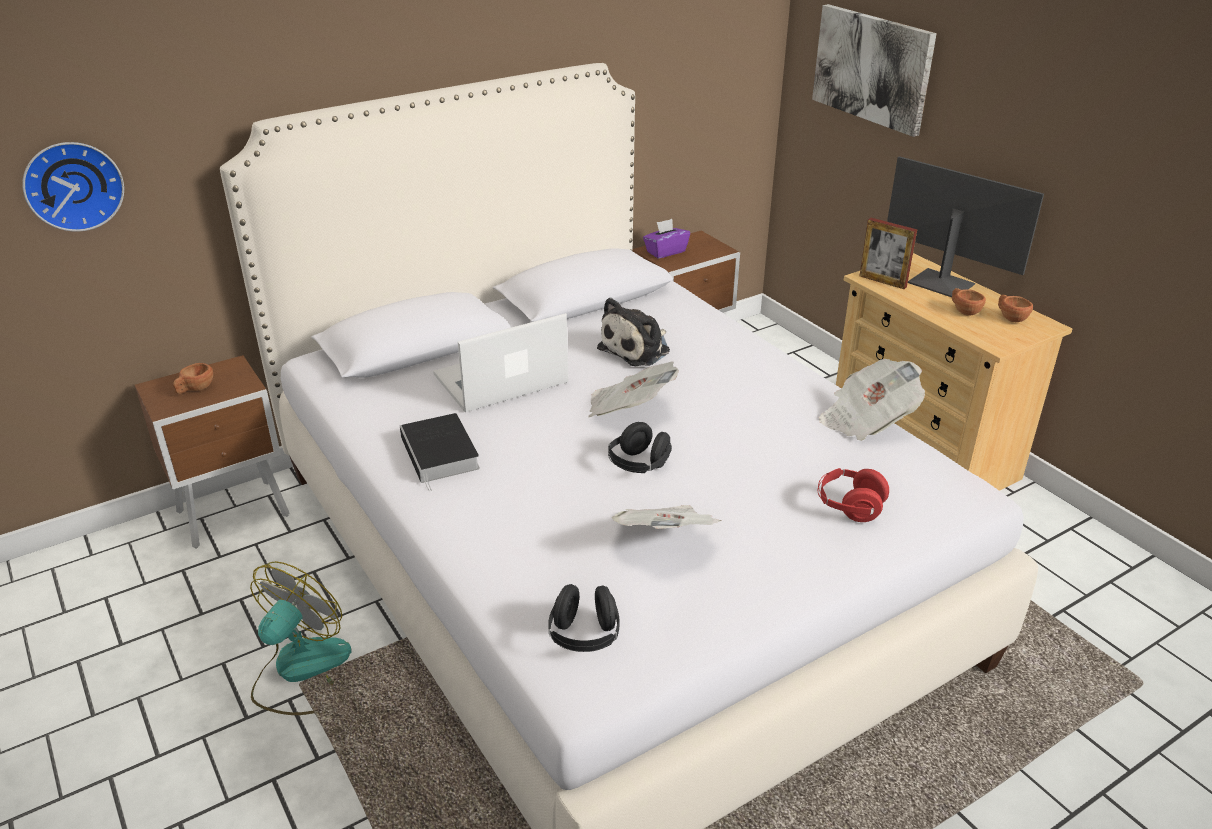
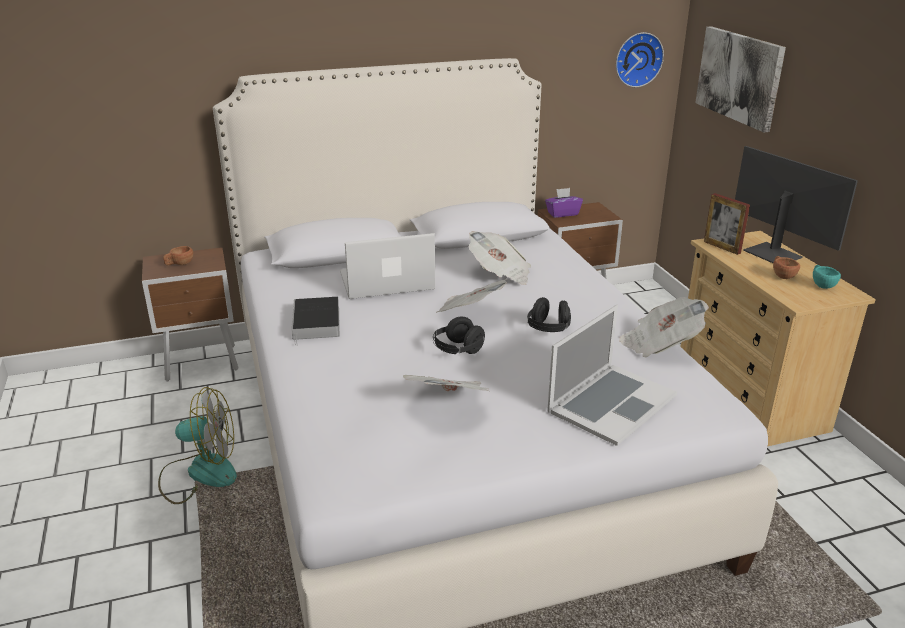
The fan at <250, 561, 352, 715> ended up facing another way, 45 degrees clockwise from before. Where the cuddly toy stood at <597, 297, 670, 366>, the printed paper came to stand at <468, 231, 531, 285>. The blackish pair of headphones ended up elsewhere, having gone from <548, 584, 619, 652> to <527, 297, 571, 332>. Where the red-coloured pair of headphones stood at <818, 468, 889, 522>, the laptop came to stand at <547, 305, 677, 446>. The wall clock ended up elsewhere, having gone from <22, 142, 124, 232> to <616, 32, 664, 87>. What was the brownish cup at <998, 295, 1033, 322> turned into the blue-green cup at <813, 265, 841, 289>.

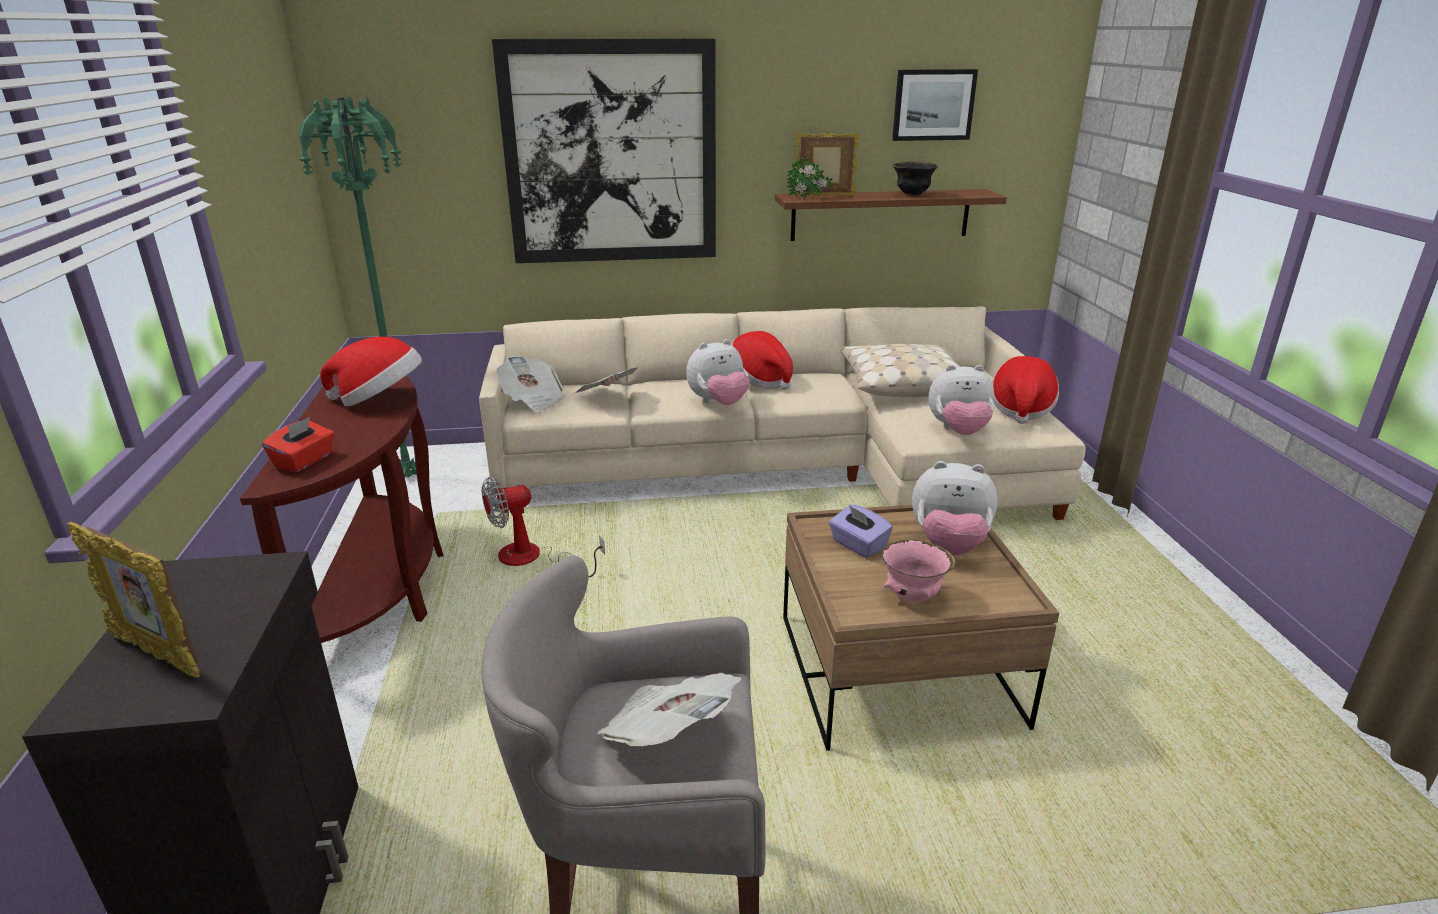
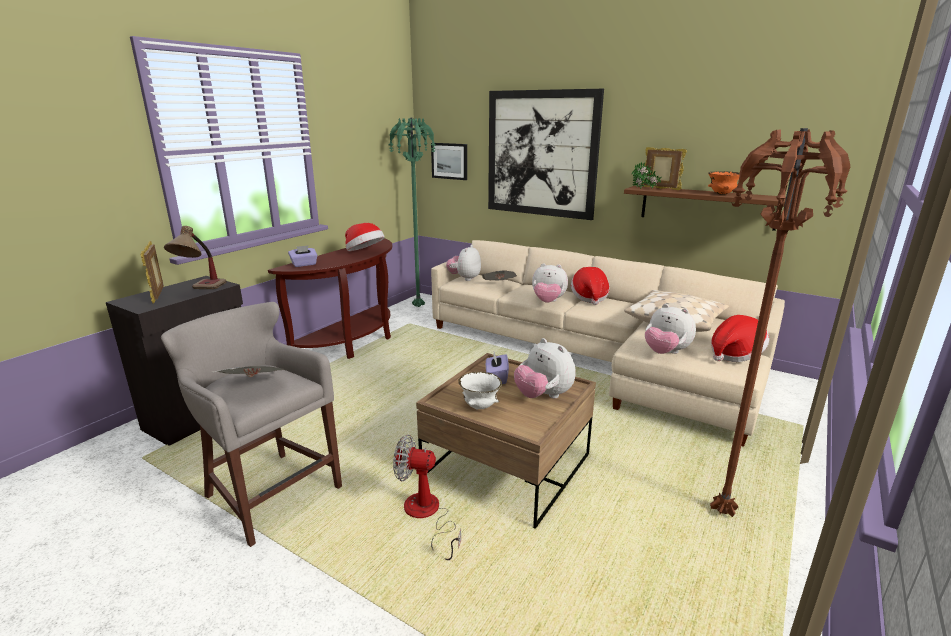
The second view gained the tabletop lamp at <164, 226, 226, 289>. What was the red-coloured tissue holder at <262, 417, 334, 472> turned into the purplish tissue holder at <288, 246, 318, 267>. The fan ended up elsewhere, having gone from <482, 477, 605, 577> to <393, 435, 461, 560>. The wall art ended up elsewhere, having gone from <892, 69, 978, 141> to <431, 143, 467, 180>. Where the printed paper stood at <496, 355, 565, 412>, the cuddly toy came to stand at <446, 245, 481, 281>. What was the pinkish bowl at <881, 539, 955, 603> turned into the white-coloured bowl at <458, 372, 502, 410>. What was the blackish bowl at <892, 162, 938, 196> turned into the orangey bowl at <708, 171, 740, 195>. The second view gained the brownish floor lamp at <710, 128, 851, 517>.

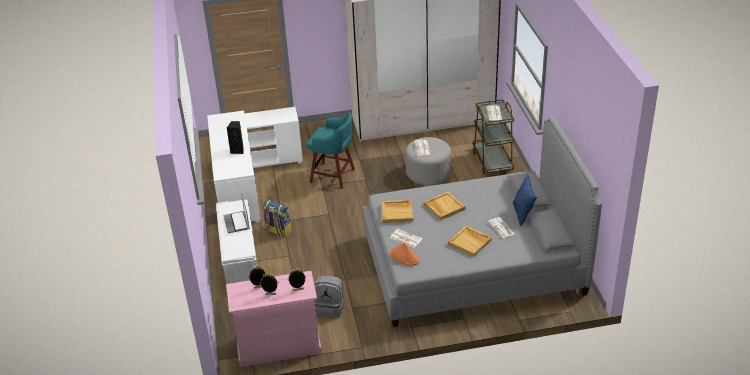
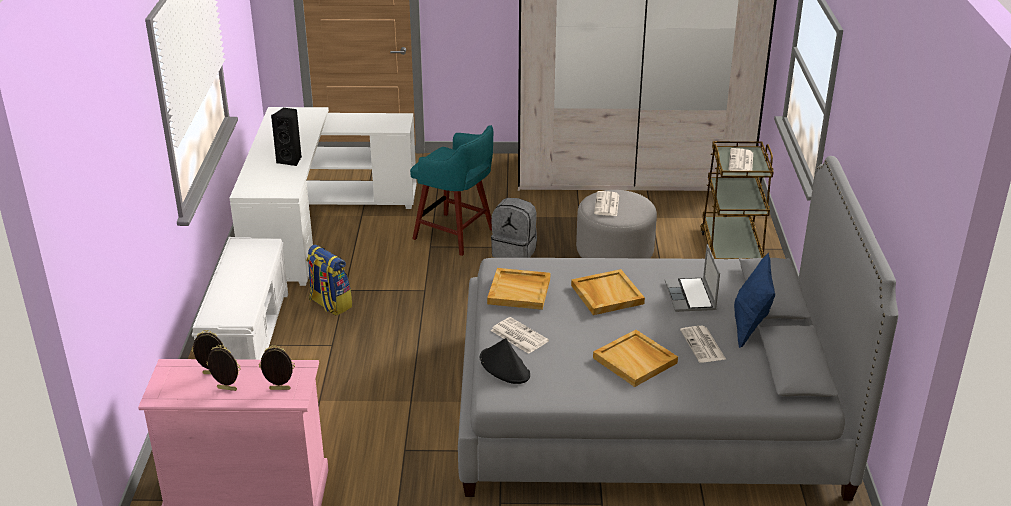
What was the orangey wearable hat at <390, 243, 420, 266> turned into the blackish wearable hat at <480, 338, 530, 384>. The gray backpack ended up elsewhere, having gone from <315, 275, 344, 318> to <491, 198, 537, 258>. The laptop ended up elsewhere, having gone from <223, 194, 250, 233> to <665, 244, 720, 312>.

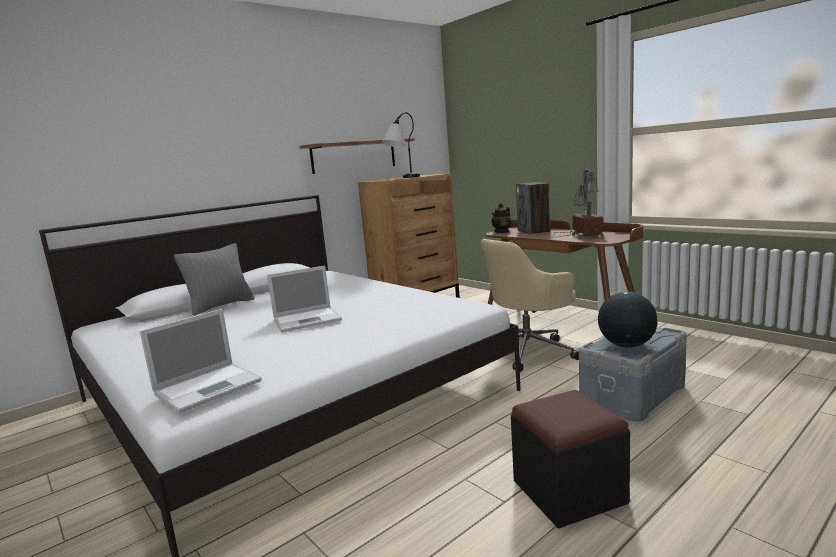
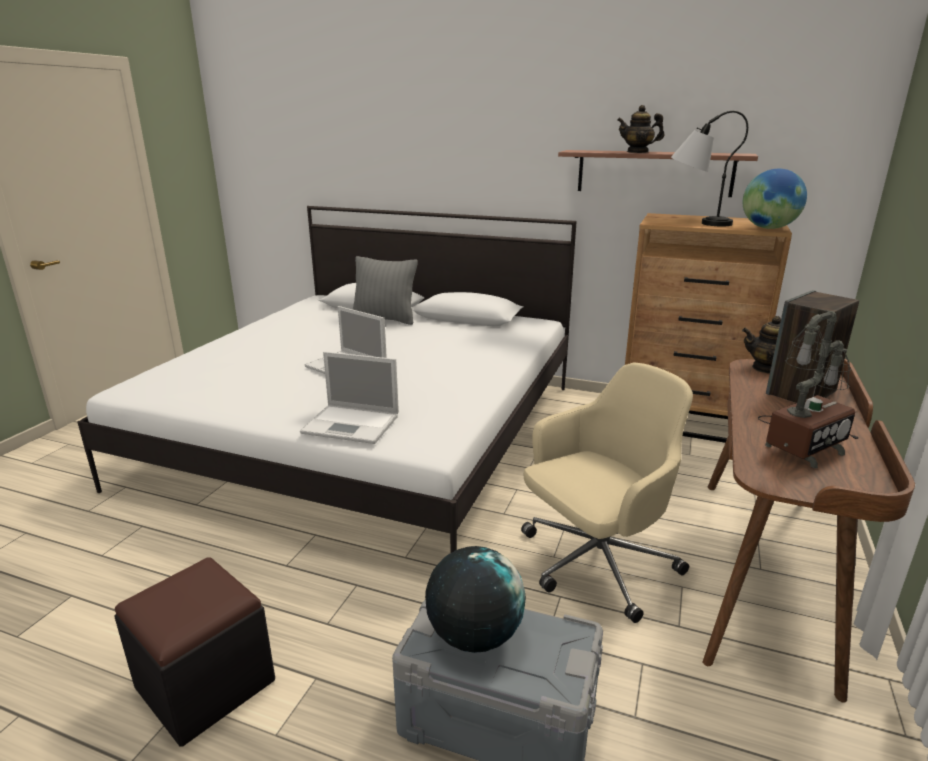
The laptop ended up elsewhere, having gone from <140, 309, 262, 413> to <300, 352, 399, 444>. The sand-coloured computer chair at <481, 239, 579, 372> ended up facing another way, 120 degrees clockwise from before. The second view gained the teapot at <617, 105, 664, 153>. The second view gained the world globe at <743, 169, 807, 229>.

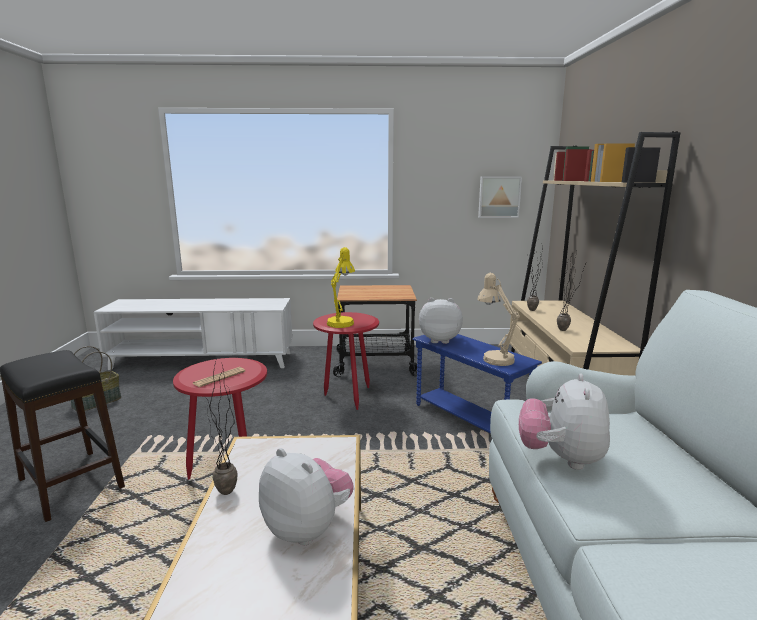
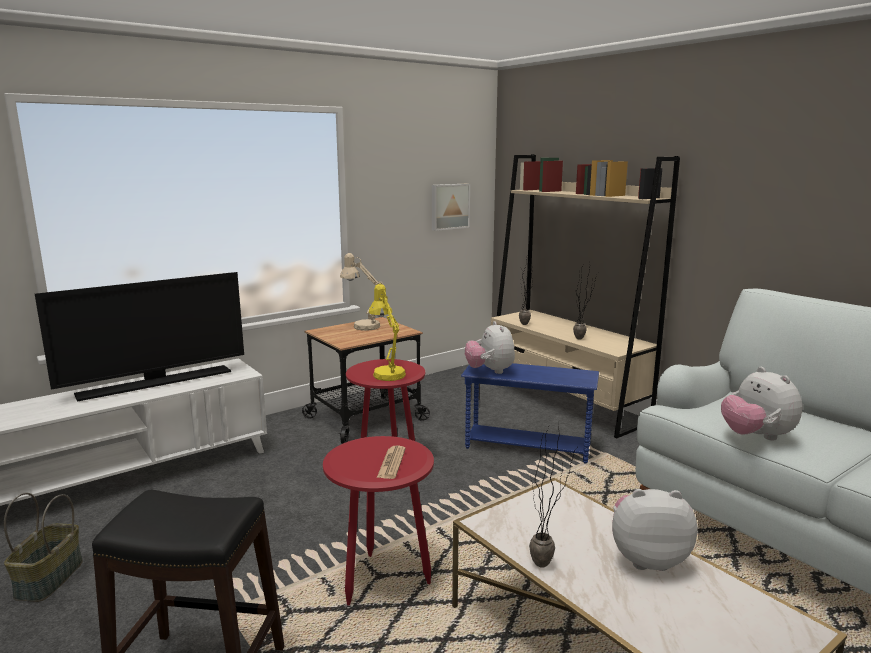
The second view gained the television at <35, 272, 244, 402>. The sand-coloured tabletop lamp ended up elsewhere, having gone from <477, 273, 520, 366> to <340, 253, 383, 331>. The cuddly toy at <419, 298, 463, 344> ended up facing another way, 75 degrees counterclockwise from before.

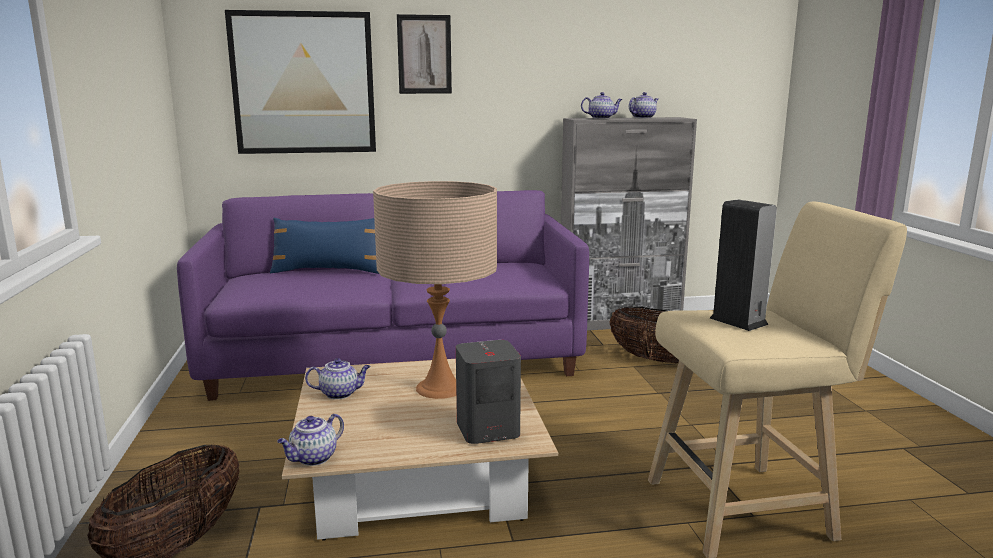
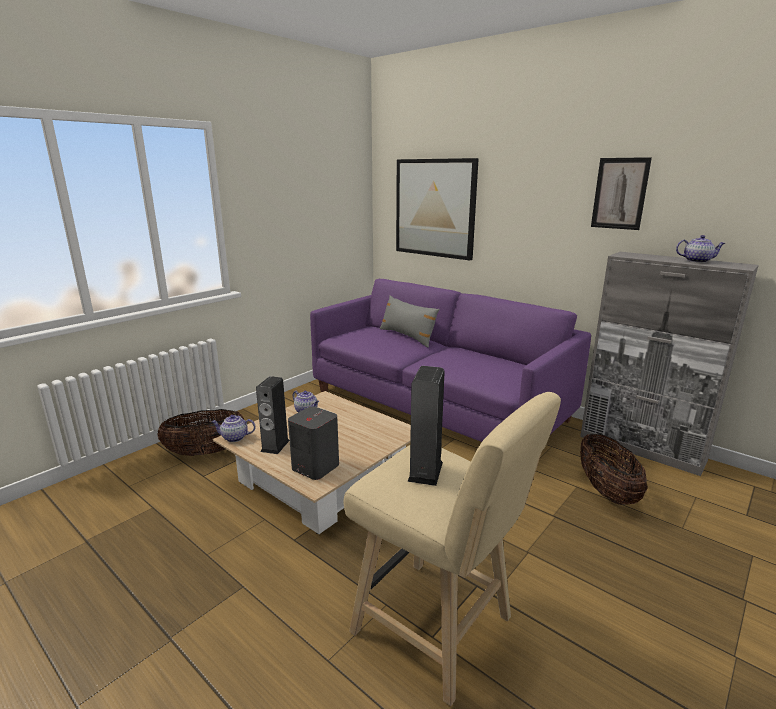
The second view gained the audio speaker at <256, 376, 290, 454>. What was the blue pillow at <270, 218, 379, 274> turned into the gray pillow at <380, 295, 439, 348>. The wall art ended up elsewhere, having gone from <397, 14, 452, 94> to <591, 157, 652, 230>. The second view lost the sand-coloured tabletop lamp at <373, 181, 497, 399>. The second view lost the teapot at <581, 92, 623, 119>.

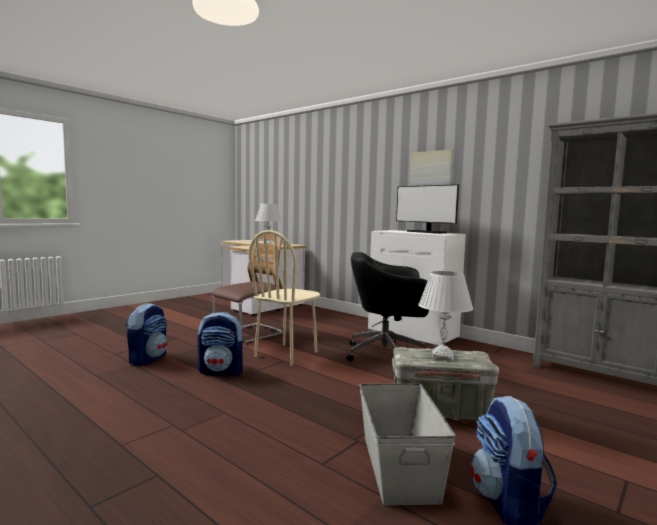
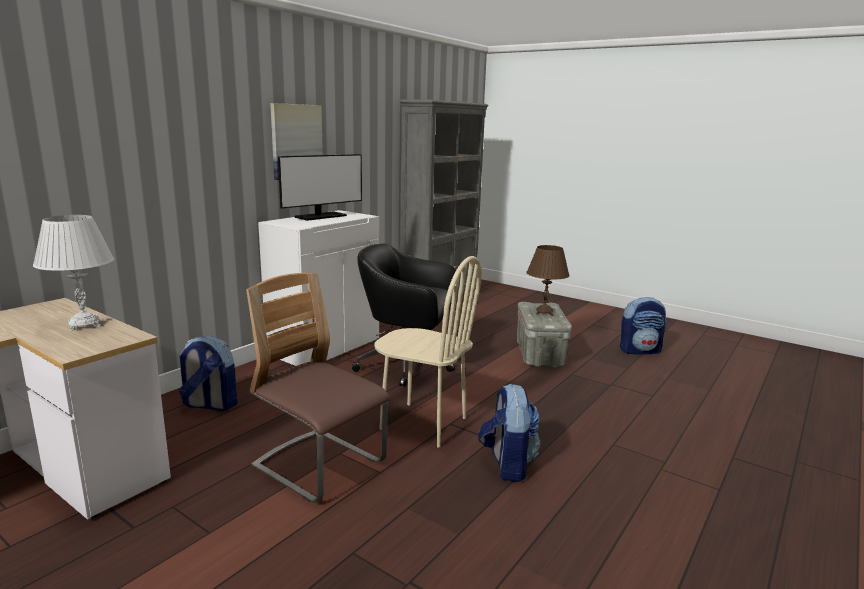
The backpack ended up elsewhere, having gone from <126, 303, 168, 366> to <179, 336, 238, 411>. The blackish computer chair at <346, 252, 429, 361> ended up facing another way, 105 degrees clockwise from before. What was the white-coloured tabletop lamp at <418, 271, 473, 360> turned into the brownish tabletop lamp at <527, 245, 570, 316>. The second view lost the gray storage container at <359, 384, 456, 506>.

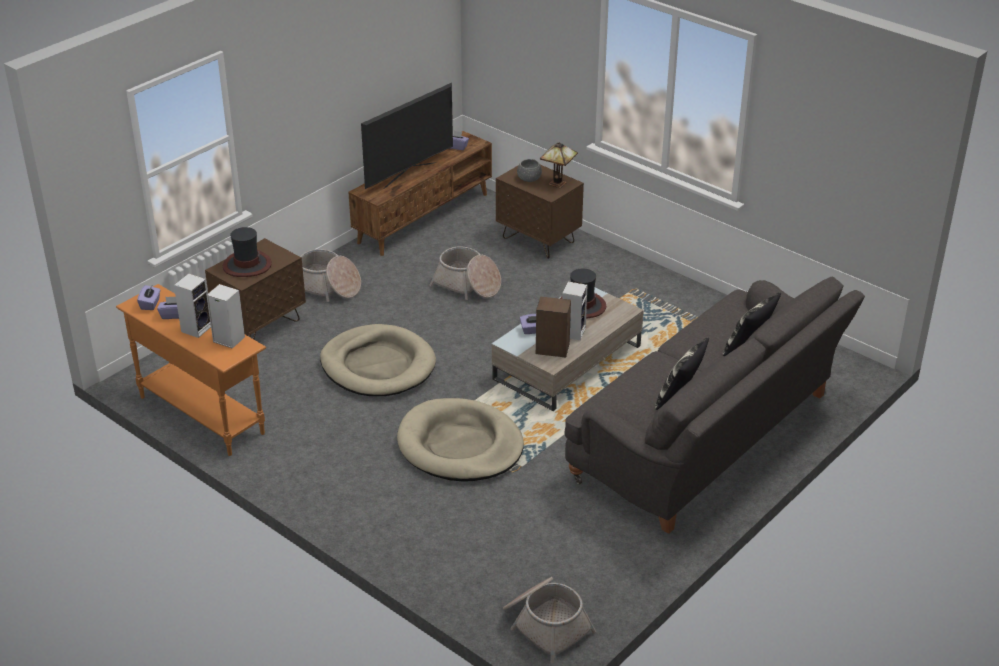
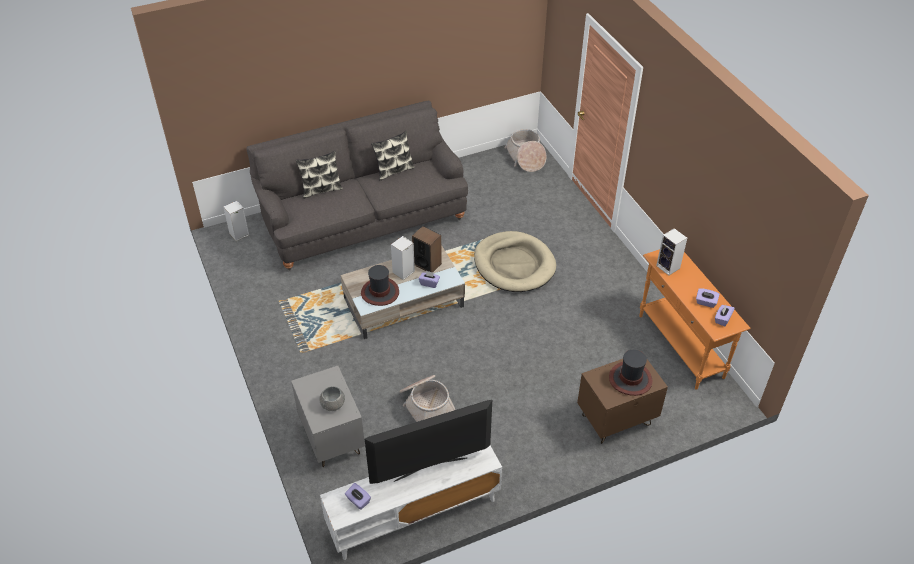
The audio speaker ended up elsewhere, having gone from <174, 274, 211, 338> to <223, 201, 249, 241>. What was the brownish bedside table at <496, 165, 584, 259> turned into the gray bedside table at <291, 366, 365, 467>. What was the brownish tv stand at <348, 131, 492, 256> turned into the white-coloured tv stand at <320, 446, 502, 560>. The second view lost the household basket at <300, 249, 361, 302>. The second view lost the sand-coloured dog cushion at <320, 324, 436, 396>. The second view lost the tabletop lamp at <540, 142, 578, 188>.

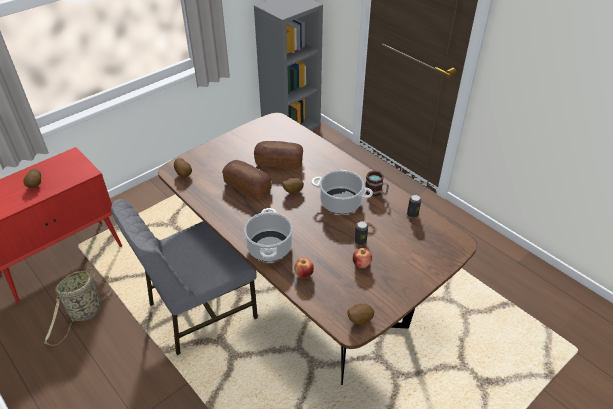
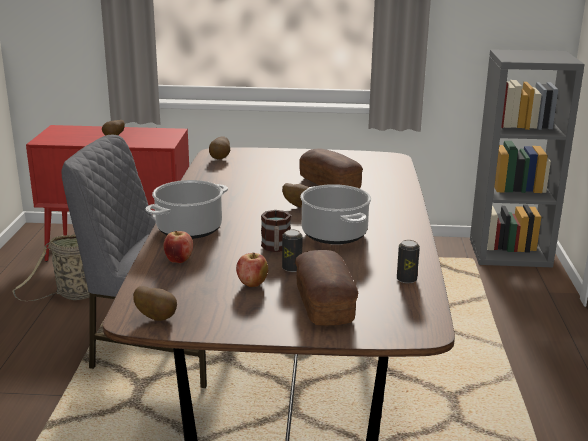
The mug ended up elsewhere, having gone from <365, 171, 389, 197> to <261, 210, 291, 252>. The bakery bread ended up elsewhere, having gone from <222, 160, 272, 199> to <295, 250, 358, 326>.

